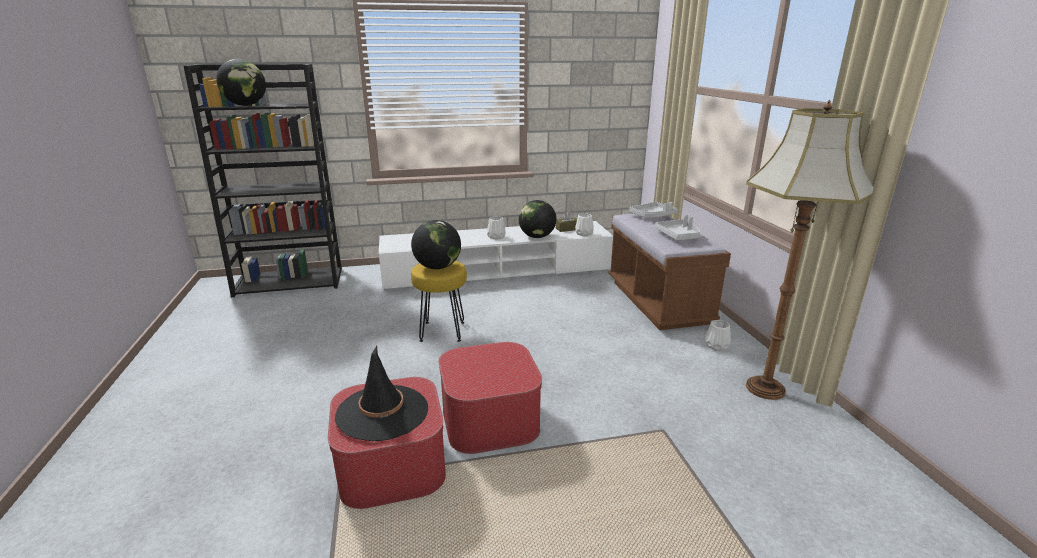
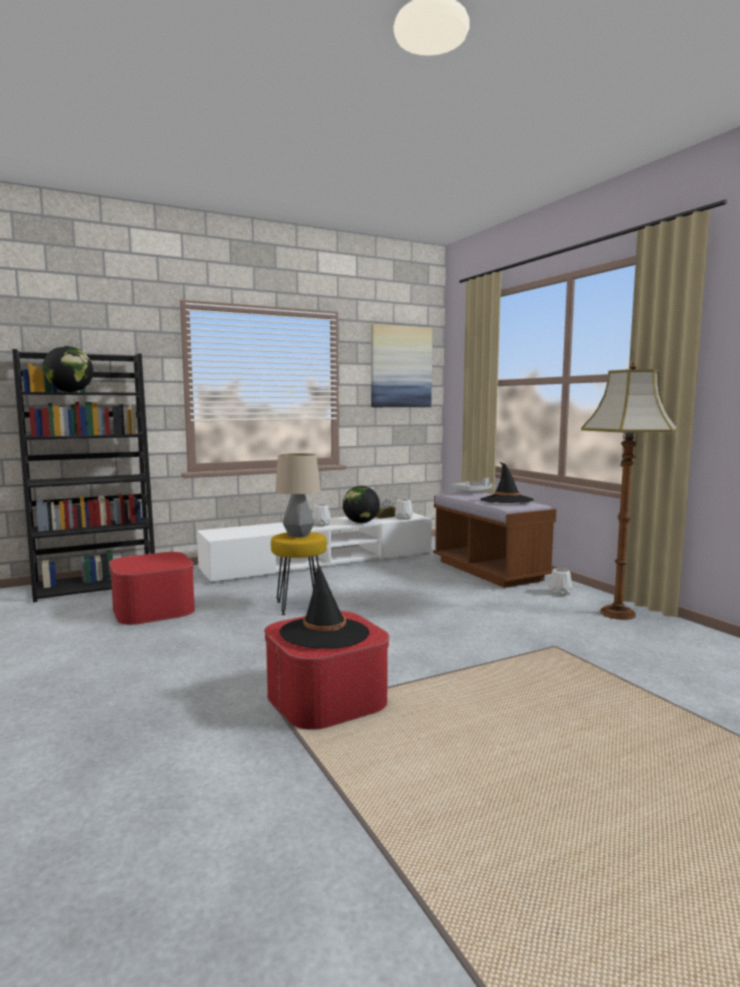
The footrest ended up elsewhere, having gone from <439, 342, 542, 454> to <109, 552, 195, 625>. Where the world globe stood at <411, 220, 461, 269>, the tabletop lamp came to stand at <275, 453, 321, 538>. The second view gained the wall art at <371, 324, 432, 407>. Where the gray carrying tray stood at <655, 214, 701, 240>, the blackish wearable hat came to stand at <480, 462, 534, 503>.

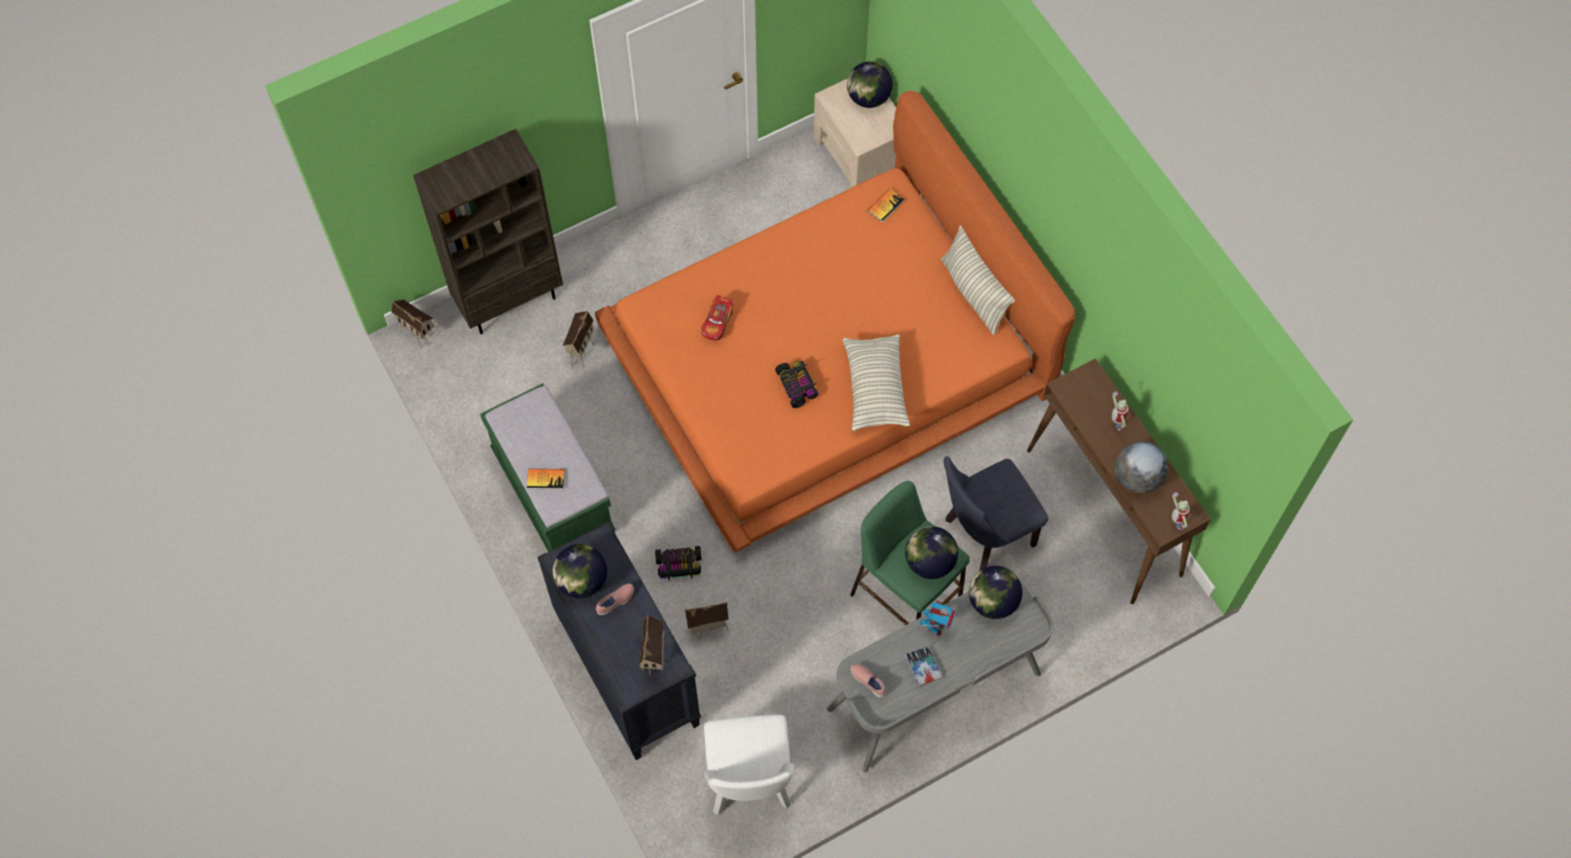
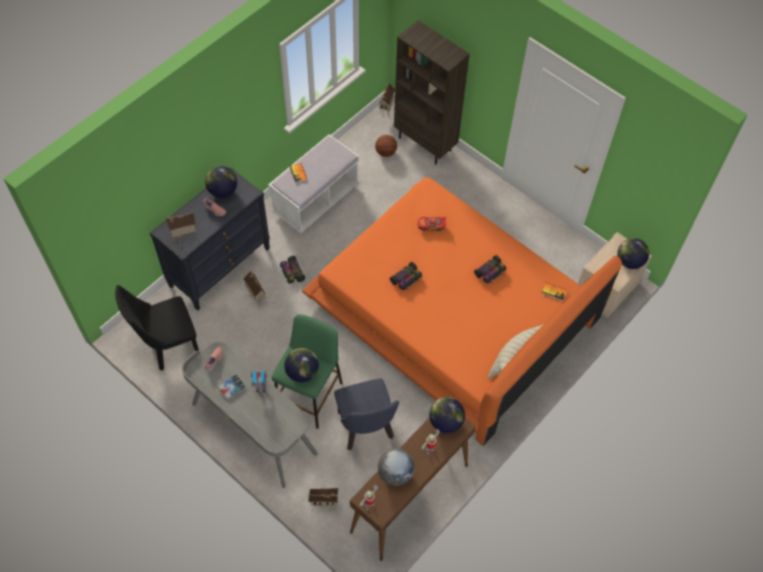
What was the white-coloured upright chair at <704, 715, 794, 815> turned into the blackish upright chair at <115, 285, 199, 371>. What was the greenish indoor bench at <480, 383, 616, 552> turned into the white-coloured indoor bench at <268, 134, 359, 234>. The model house ended up elsewhere, having gone from <562, 311, 594, 367> to <309, 488, 338, 512>. The blue upright chair at <944, 457, 1048, 571> ended up facing another way, 150 degrees counterclockwise from before. The second view gained the basketball at <375, 135, 397, 157>. The world globe ended up elsewhere, having gone from <969, 566, 1022, 619> to <429, 397, 465, 433>. The second view gained the miniature car at <474, 255, 506, 284>. The second view lost the pillow at <843, 334, 910, 431>.

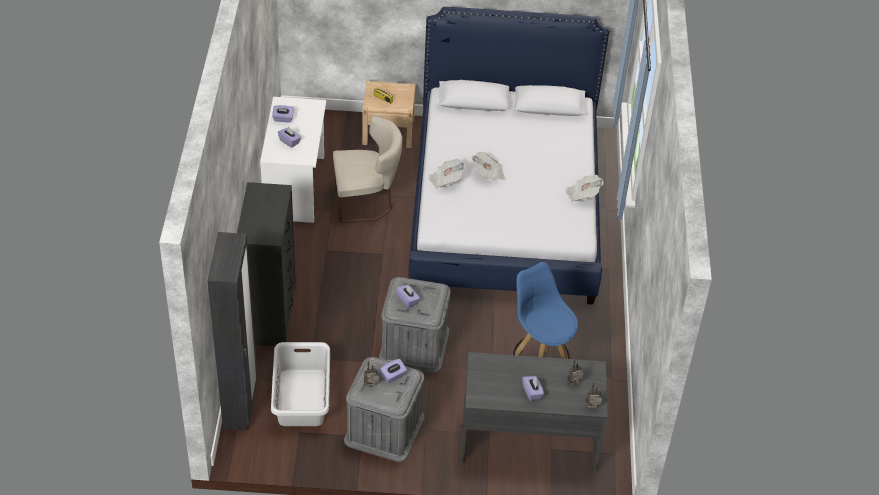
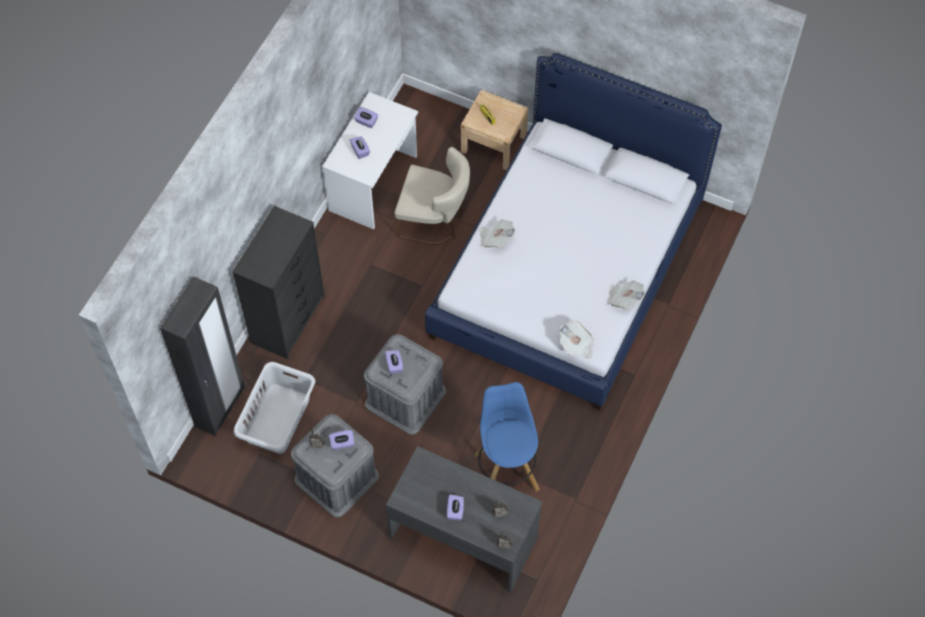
The printed paper ended up elsewhere, having gone from <472, 152, 505, 180> to <560, 320, 595, 359>.

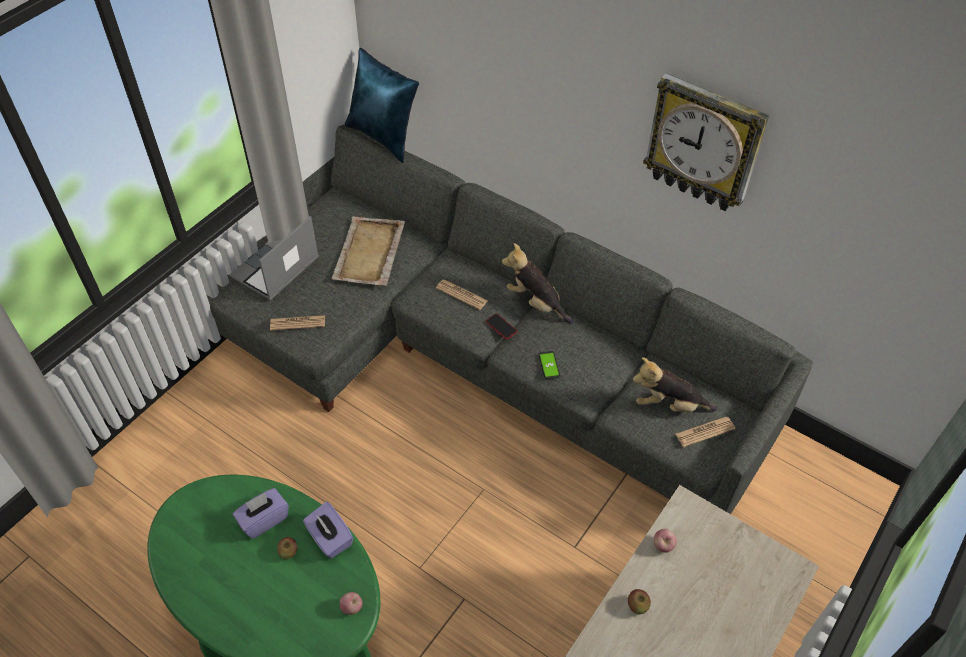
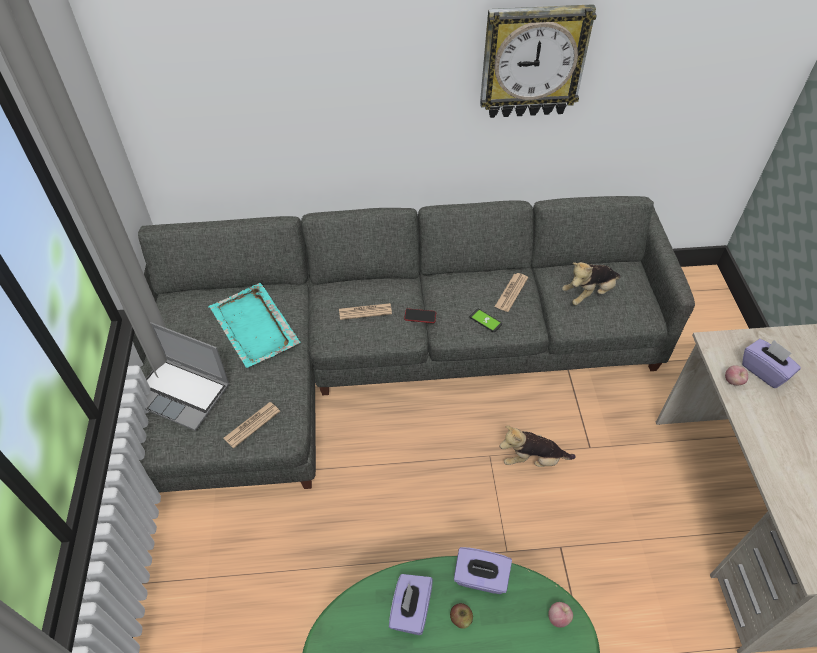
The laptop at <229, 216, 319, 300> ended up facing another way, 60 degrees counterclockwise from before. What was the sand-coloured carrying tray at <331, 216, 405, 286> turned into the blue-green carrying tray at <209, 283, 301, 368>. The printed paper ended up elsewhere, having gone from <675, 417, 736, 447> to <495, 273, 528, 312>. The cuddly toy ended up elsewhere, having gone from <502, 243, 574, 324> to <500, 426, 576, 467>. The second view gained the purplish tissue holder at <742, 339, 801, 388>. The second view lost the blue pillow at <345, 48, 419, 163>. The second view lost the whole apple at <628, 589, 651, 614>.

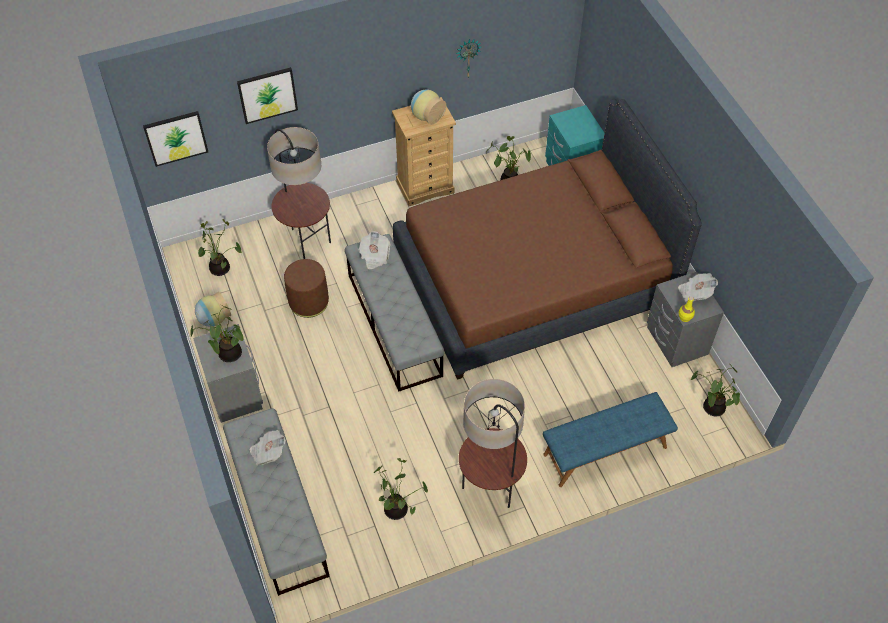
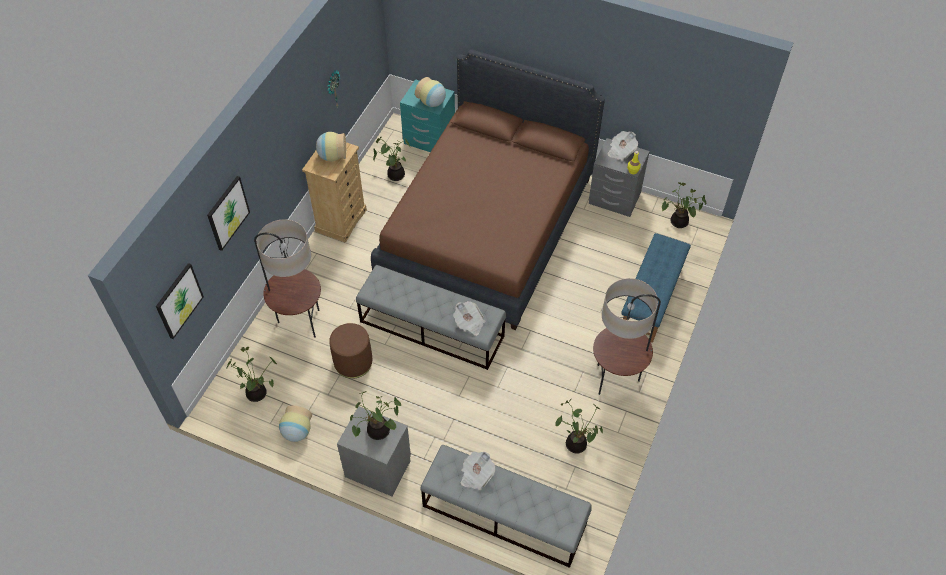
The second view gained the decorative vase at <415, 77, 446, 107>. The printed paper ended up elsewhere, having gone from <359, 231, 391, 269> to <453, 301, 485, 336>.

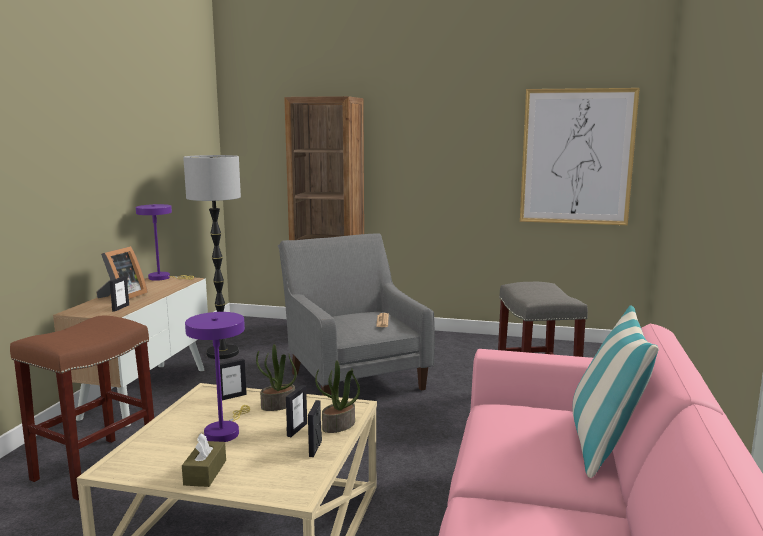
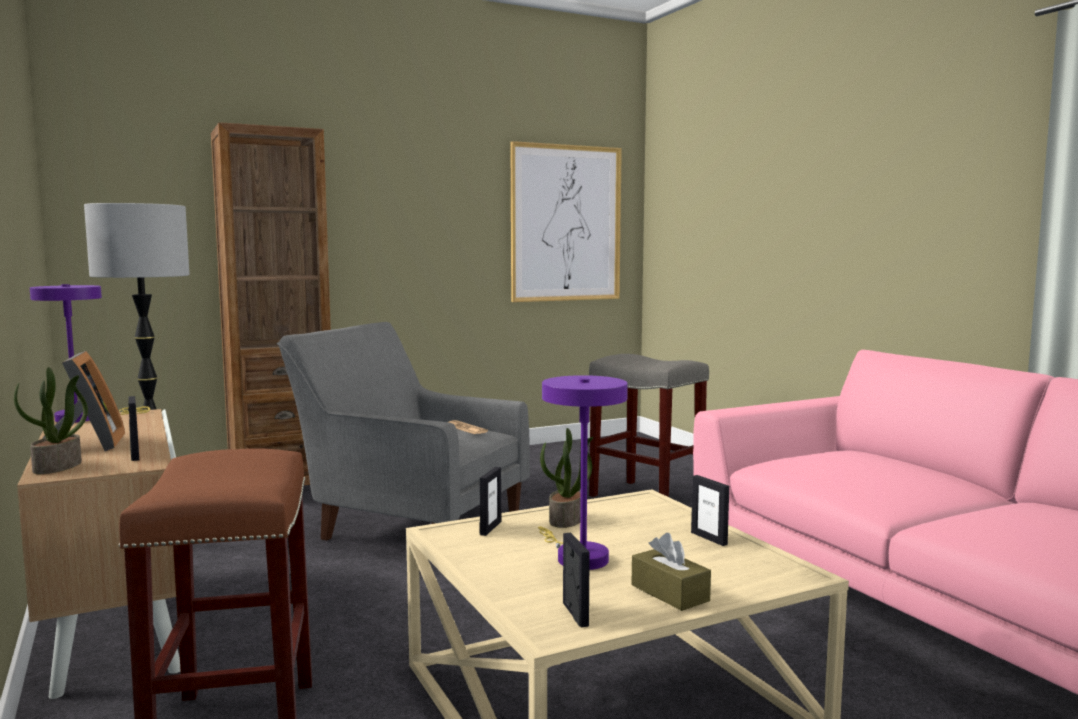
The potted plant ended up elsewhere, having gone from <315, 361, 360, 433> to <14, 367, 88, 474>. The picture frame ended up elsewhere, having gone from <286, 385, 307, 437> to <563, 533, 590, 627>. The second view lost the pillow at <573, 305, 659, 478>.

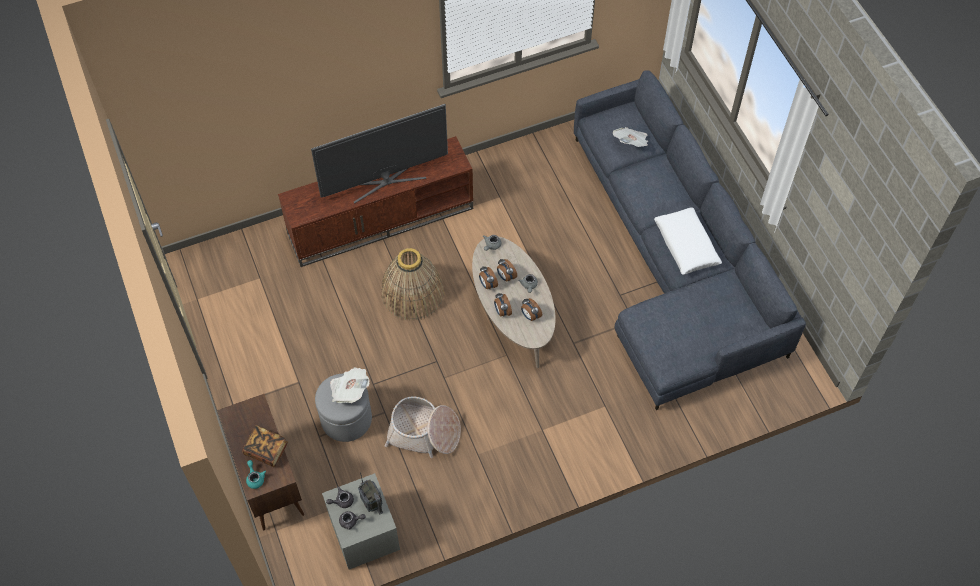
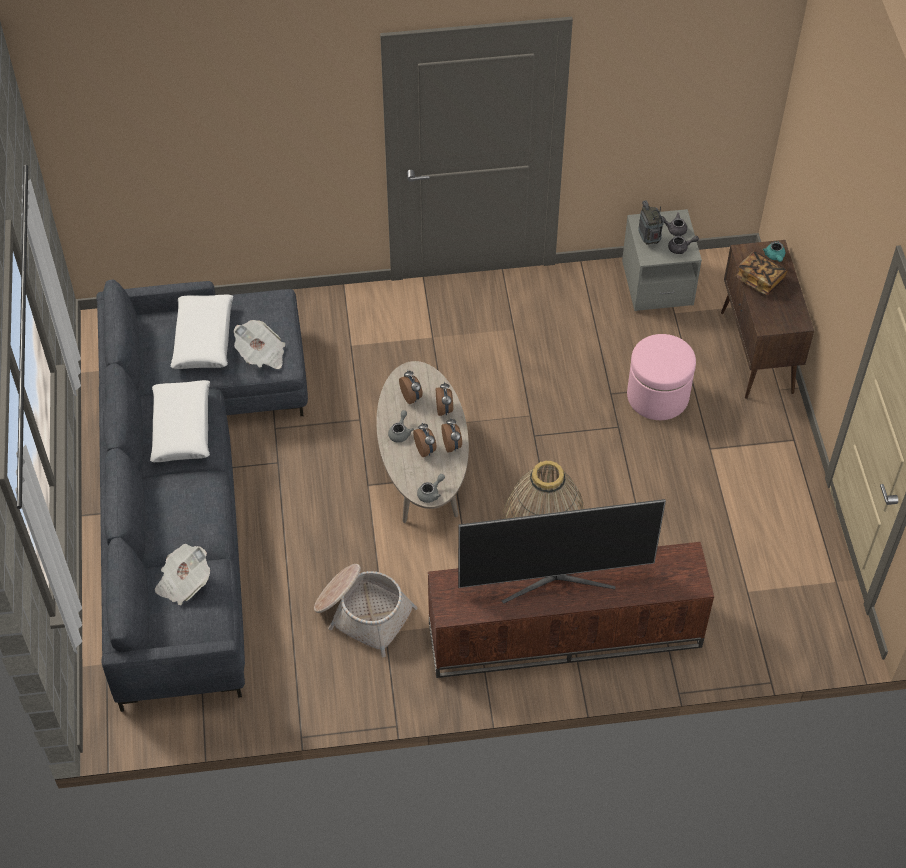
The second view gained the white-coloured pillow at <170, 295, 233, 369>. The printed paper ended up elsewhere, having gone from <330, 368, 369, 403> to <234, 320, 285, 369>. The household basket ended up elsewhere, having gone from <385, 397, 461, 458> to <314, 564, 418, 657>. What was the gray footrest at <315, 374, 372, 442> turned into the pinkish footrest at <627, 334, 696, 420>.

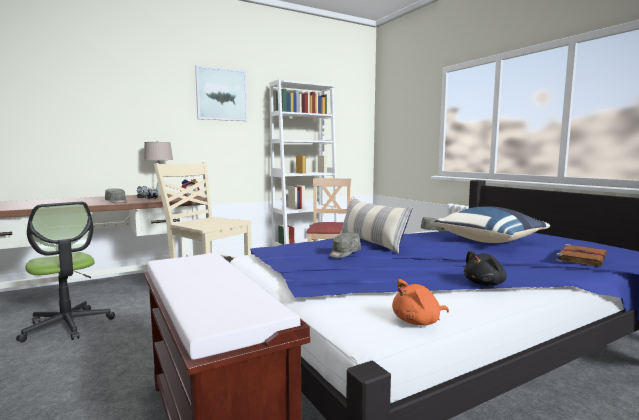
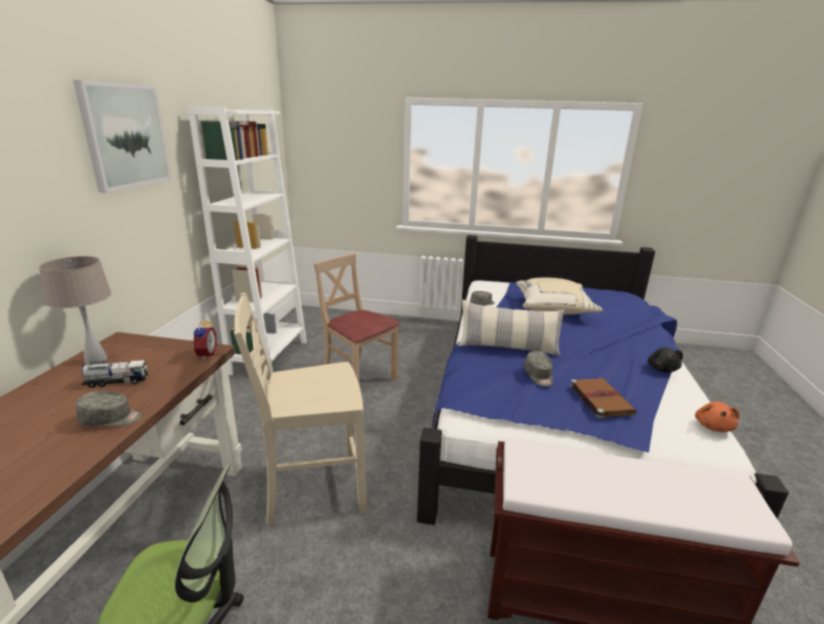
What was the blue pillow at <434, 206, 550, 243> turned into the sand-coloured pillow at <516, 278, 603, 315>. The brownish volume ended up elsewhere, having gone from <556, 244, 607, 267> to <570, 378, 637, 418>.

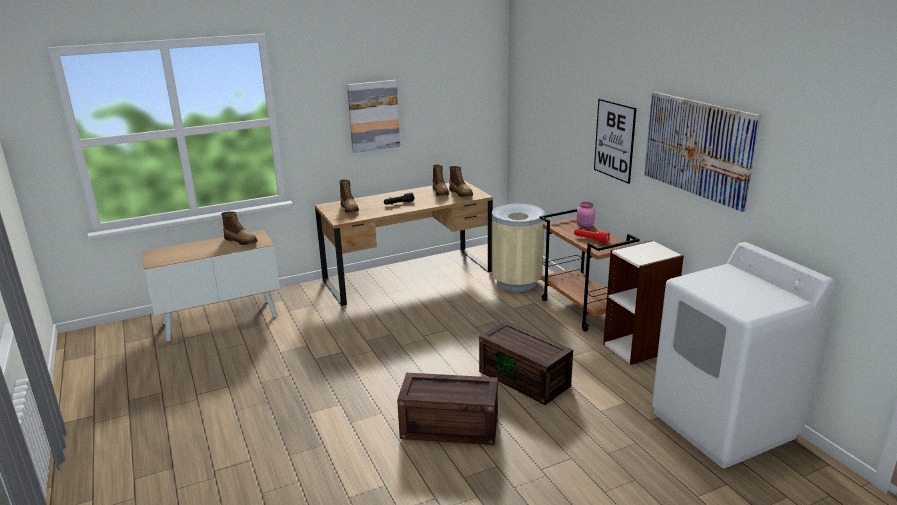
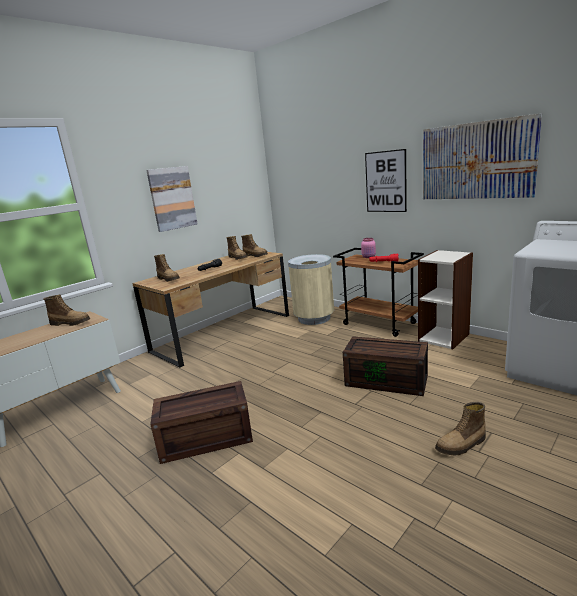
The crate ended up elsewhere, having gone from <397, 373, 498, 445> to <150, 381, 253, 464>. The second view gained the high-top boot at <435, 402, 486, 455>.

